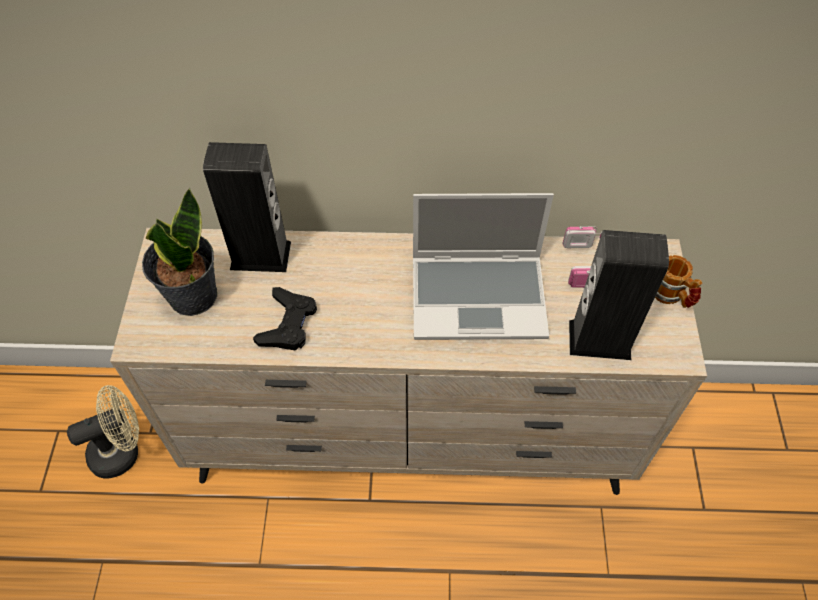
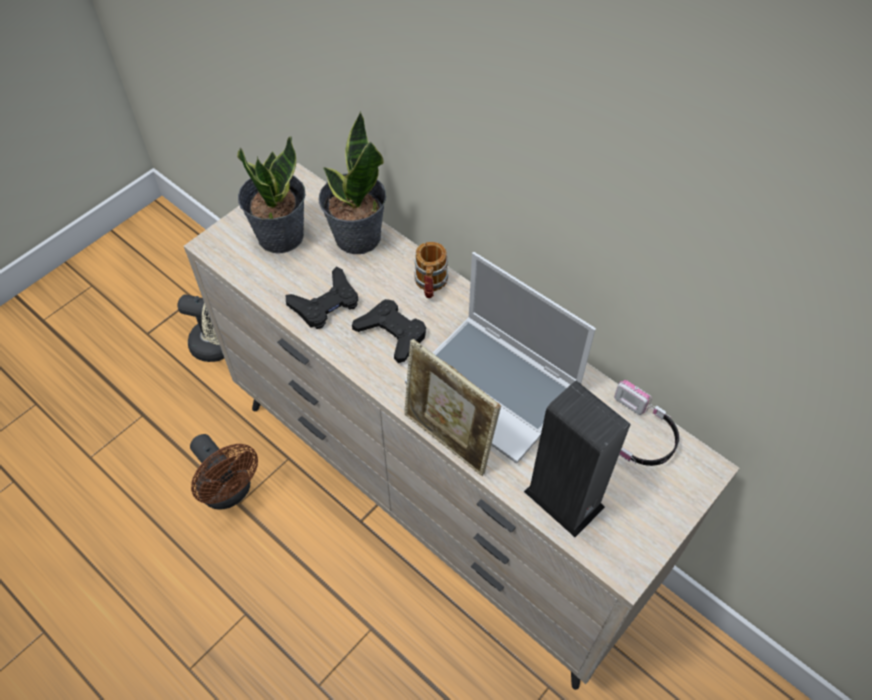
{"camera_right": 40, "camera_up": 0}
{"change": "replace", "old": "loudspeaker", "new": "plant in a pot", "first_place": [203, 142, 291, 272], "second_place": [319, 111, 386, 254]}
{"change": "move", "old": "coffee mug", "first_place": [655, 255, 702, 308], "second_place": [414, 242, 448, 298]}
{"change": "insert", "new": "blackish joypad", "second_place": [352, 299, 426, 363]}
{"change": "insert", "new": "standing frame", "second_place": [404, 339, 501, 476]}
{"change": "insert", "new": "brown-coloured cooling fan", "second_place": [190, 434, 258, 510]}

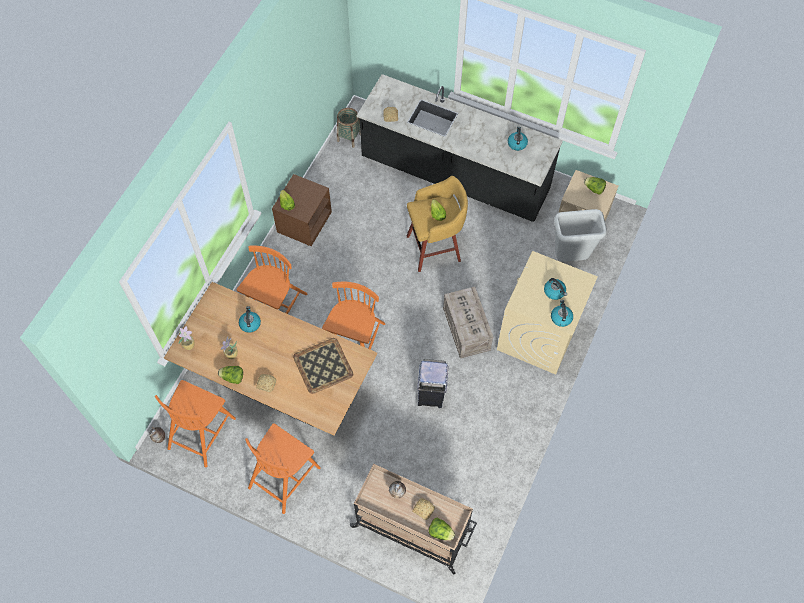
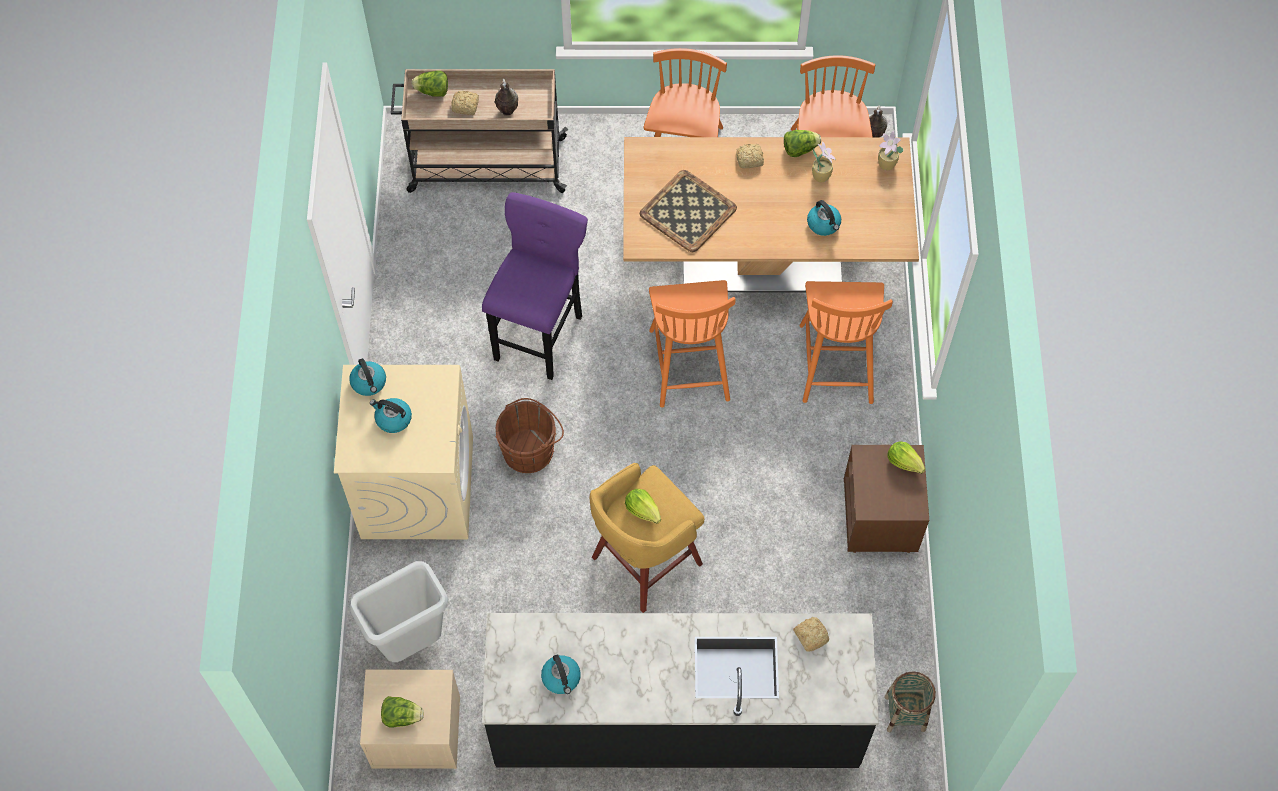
{"camera_right": 155, "camera_up": 0}
{"change": "replace", "old": "shipping crate", "new": "brown-coloured pail", "first_place": [443, 287, 493, 358], "second_place": [496, 398, 564, 473]}
{"change": "replace", "old": "whitish rubbish bin", "new": "purple stool seat", "first_place": [417, 359, 449, 408], "second_place": [482, 192, 588, 380]}

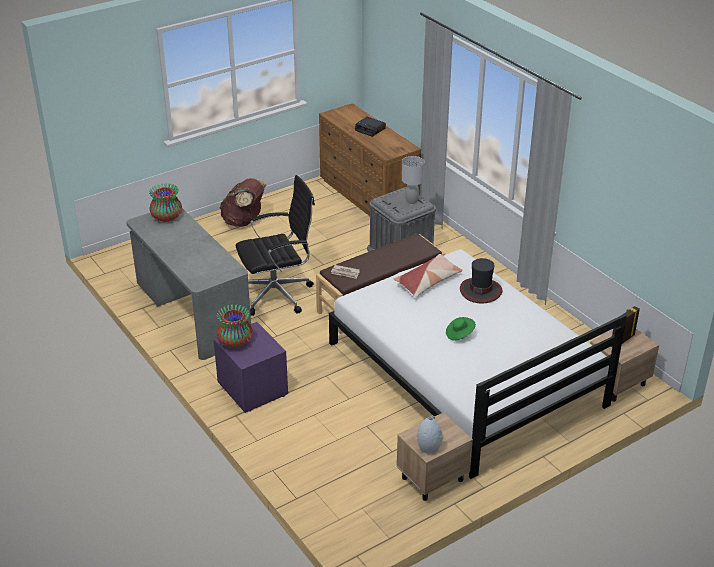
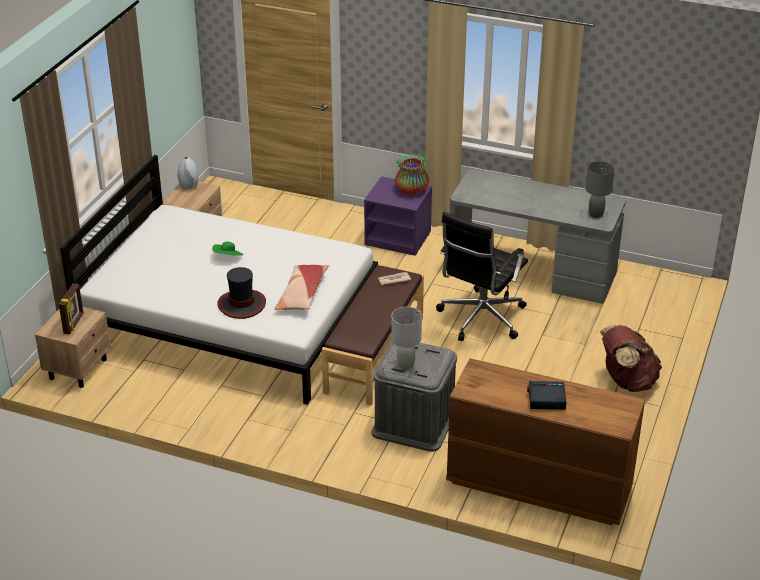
{"camera_right": 145, "camera_up": 0}
{"change": "replace", "old": "flower vase", "new": "grey table lamp", "first_place": [149, 183, 182, 222], "second_place": [586, 161, 615, 218]}

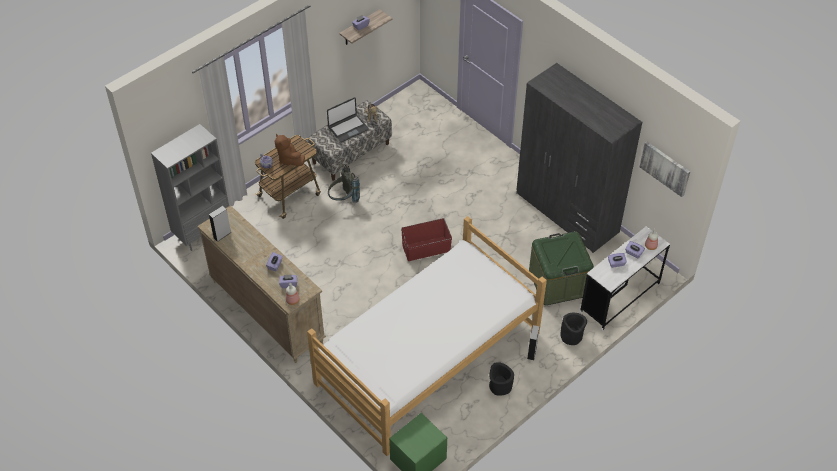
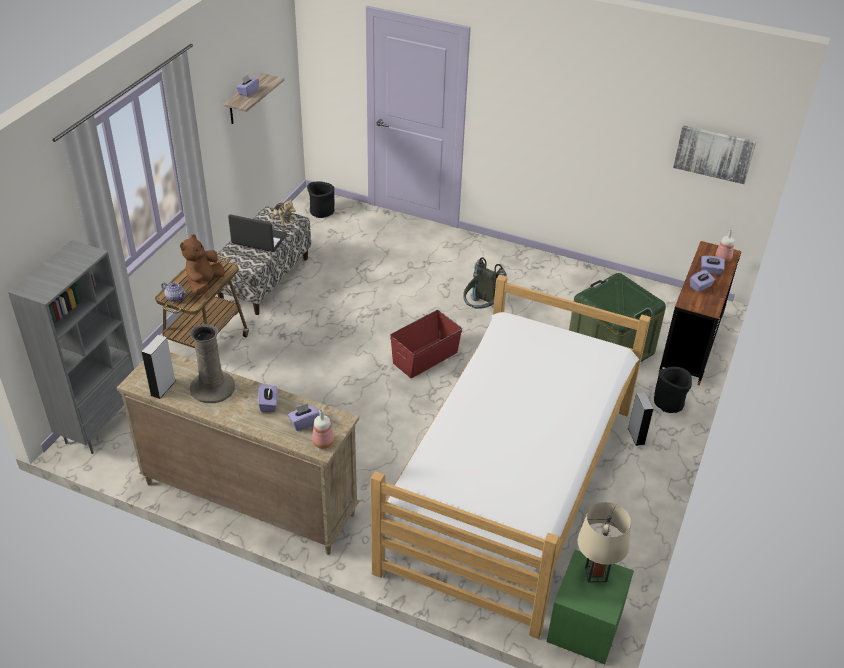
{"camera_right": -25, "camera_up": -10}
{"change": "delete", "old": "grey armoire", "first_place": [516, 63, 642, 253]}
{"change": "rotate", "old": "portable computer", "first_place": [327, 97, 369, 142], "second_place": [228, 214, 287, 252], "degrees": -105}
{"change": "rotate", "old": "brown-coloured soft toy", "first_place": [275, 134, 305, 166], "second_place": [180, 234, 225, 295], "degrees": 75}
{"change": "move", "old": "grey knapsack", "first_place": [328, 164, 360, 203], "second_place": [463, 257, 507, 309]}
{"change": "recolor", "old": "whitish desk", "new": "brown-coloured desk", "first_place": [580, 226, 670, 331], "second_place": [659, 241, 741, 385]}
{"change": "move", "old": "blackish flower pot", "first_place": [489, 362, 514, 396], "second_place": [307, 181, 334, 218]}
{"change": "insert", "new": "beige-coloured flower vase", "second_place": [190, 324, 235, 403]}
{"change": "insert", "new": "beige-coloured table lamp", "second_place": [578, 502, 631, 582]}

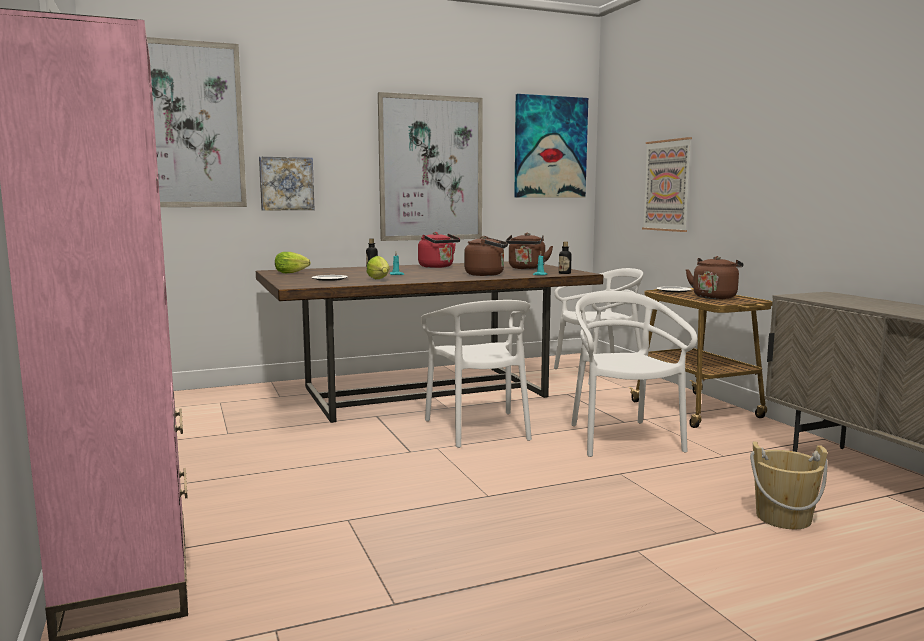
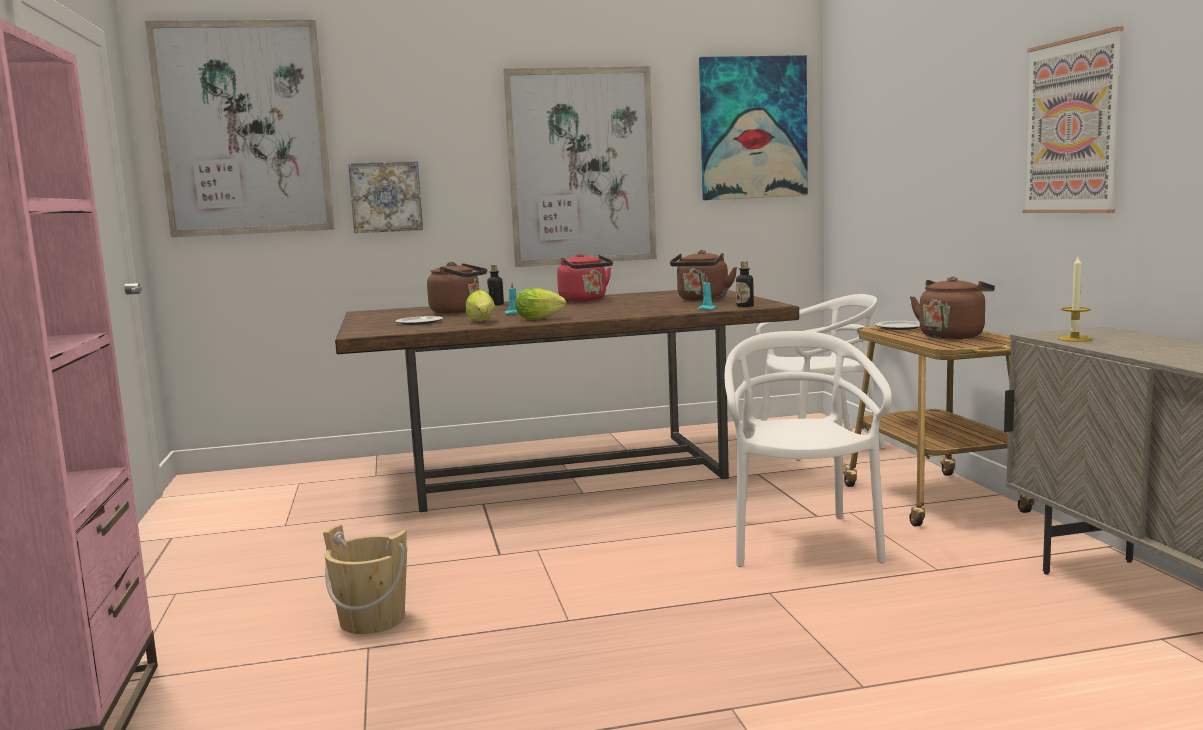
{"camera_right": 10, "camera_up": 0}
{"change": "move", "old": "wall art", "first_place": [642, 137, 692, 232], "second_place": [1023, 26, 1123, 213]}
{"change": "move", "old": "brown-coloured tea kettle", "first_place": [464, 236, 508, 276], "second_place": [427, 262, 487, 314]}
{"change": "move", "old": "lettuce head", "first_place": [275, 252, 311, 273], "second_place": [516, 288, 566, 320]}
{"change": "delete", "old": "whitish plain chair", "first_place": [421, 300, 532, 448]}
{"change": "move", "old": "beige-coloured pail", "first_place": [750, 441, 828, 529], "second_place": [323, 524, 407, 634]}
{"change": "insert", "new": "candle", "second_place": [1057, 257, 1092, 342]}

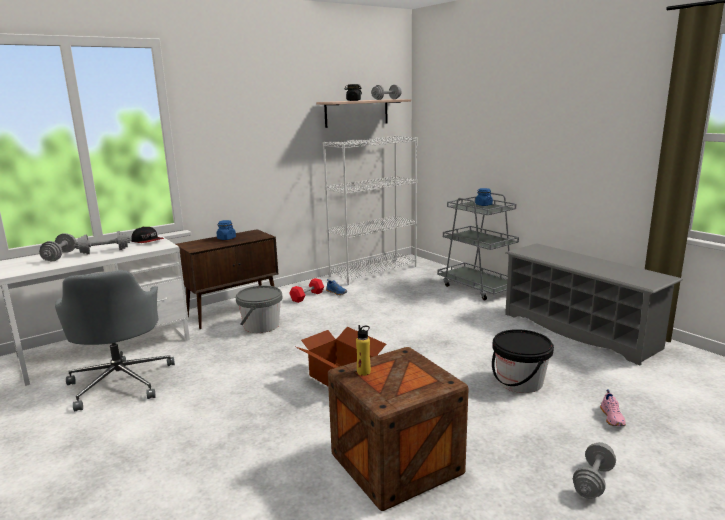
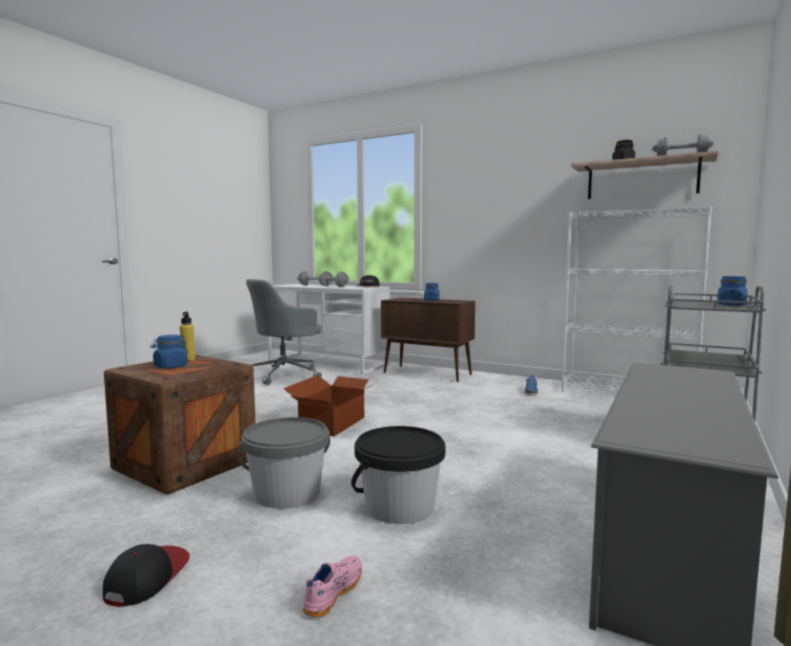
{"camera_right": 65, "camera_up": -10}
{"change": "delete", "old": "reddish hand weight", "first_place": [289, 278, 324, 303]}
{"change": "move", "old": "grey pail", "first_place": [236, 286, 283, 333], "second_place": [237, 417, 330, 508]}
{"change": "rotate", "old": "pinkish shoe", "first_place": [600, 390, 626, 426], "second_place": [303, 556, 362, 617], "degrees": 135}
{"change": "replace", "old": "grey hand weight", "new": "cap", "first_place": [573, 442, 616, 499], "second_place": [103, 544, 190, 607]}
{"change": "insert", "new": "blue-coloured storage jar", "second_place": [150, 335, 188, 369]}

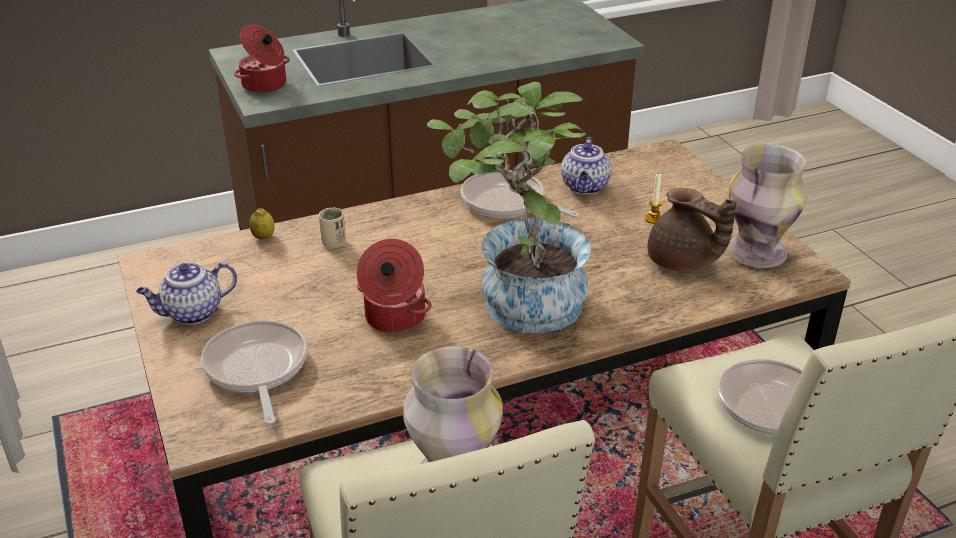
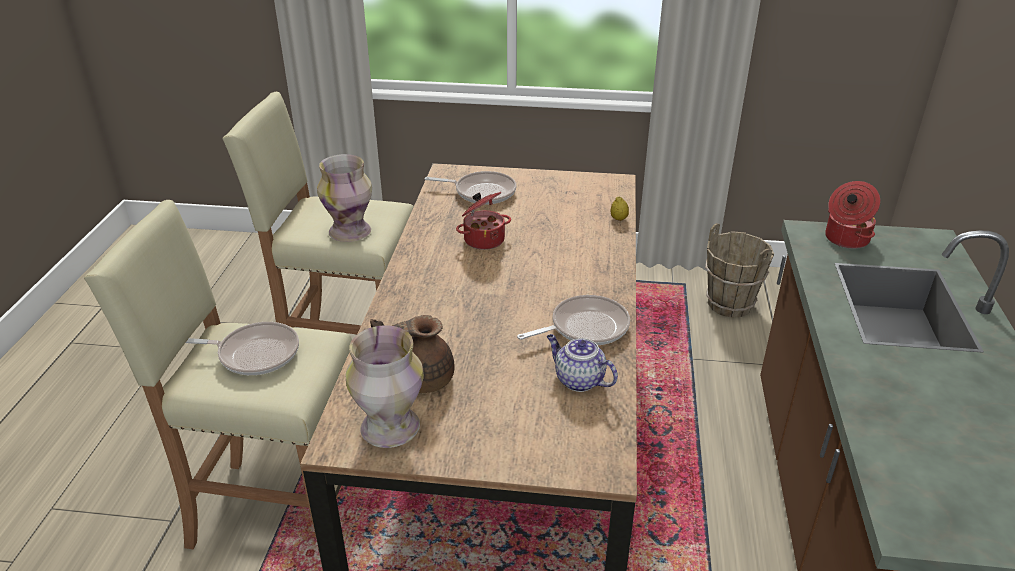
{"camera_right": 120, "camera_up": 0}
{"change": "delete", "old": "plant in a pot", "first_place": [427, 82, 591, 333]}
{"change": "delete", "old": "candle", "first_place": [645, 174, 662, 224]}
{"change": "delete", "old": "beige-coloured small cup", "first_place": [319, 208, 346, 248]}
{"change": "delete", "old": "teapot", "first_place": [136, 262, 237, 324]}
{"change": "insert", "new": "brown-coloured pail", "second_place": [705, 223, 774, 318]}

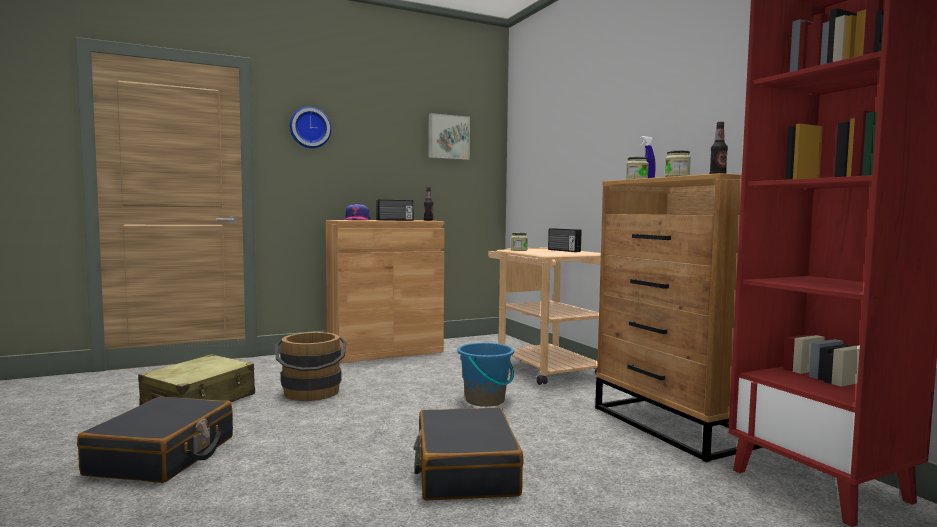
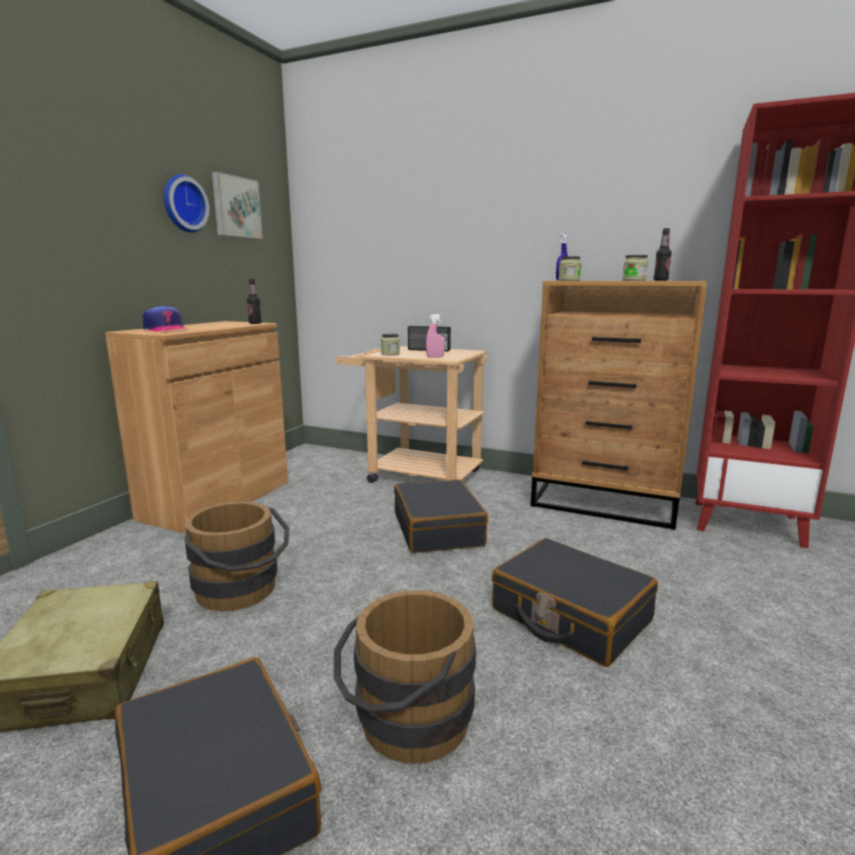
{"camera_right": -40, "camera_up": 10}
{"change": "move", "old": "clock on the wall", "first_place": [290, 107, 331, 148], "second_place": [164, 174, 209, 233]}
{"change": "delete", "old": "radio", "first_place": [376, 200, 413, 221]}
{"change": "replace", "old": "blue-coloured pail", "new": "blackish suitcase", "first_place": [457, 343, 514, 407], "second_place": [394, 479, 488, 553]}
{"change": "insert", "new": "pinkish hand sprayer", "second_place": [426, 314, 445, 358]}
{"change": "insert", "new": "brown-coloured pail", "second_place": [334, 590, 476, 764]}

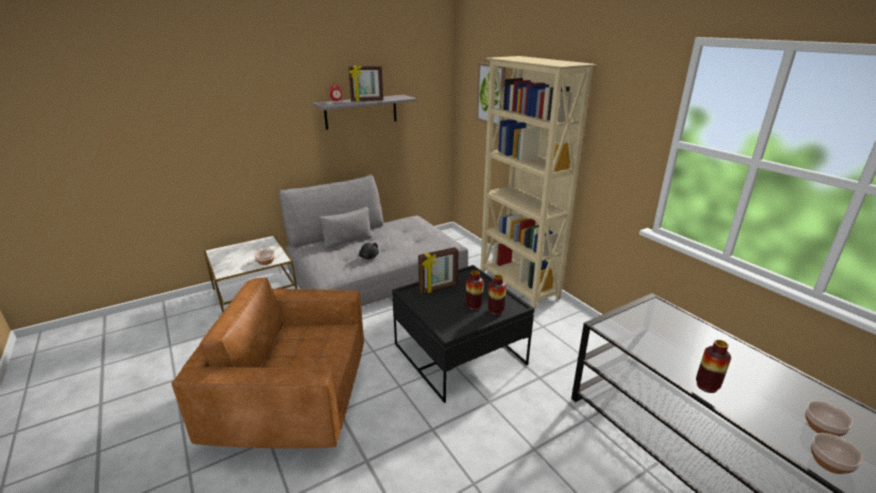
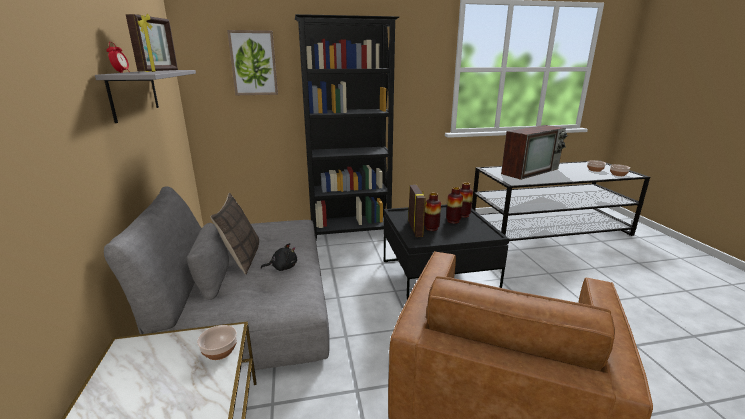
{"camera_right": -70, "camera_up": -5}
{"change": "recolor", "old": "beige-coloured bookcase", "new": "blackish bookcase", "first_place": [480, 56, 596, 309], "second_place": [295, 14, 399, 240]}
{"change": "move", "old": "flower vase", "first_place": [696, 340, 731, 393], "second_place": [424, 193, 441, 231]}
{"change": "insert", "new": "television", "second_place": [501, 125, 568, 180]}
{"change": "insert", "new": "throw pillow", "second_place": [210, 193, 259, 275]}

